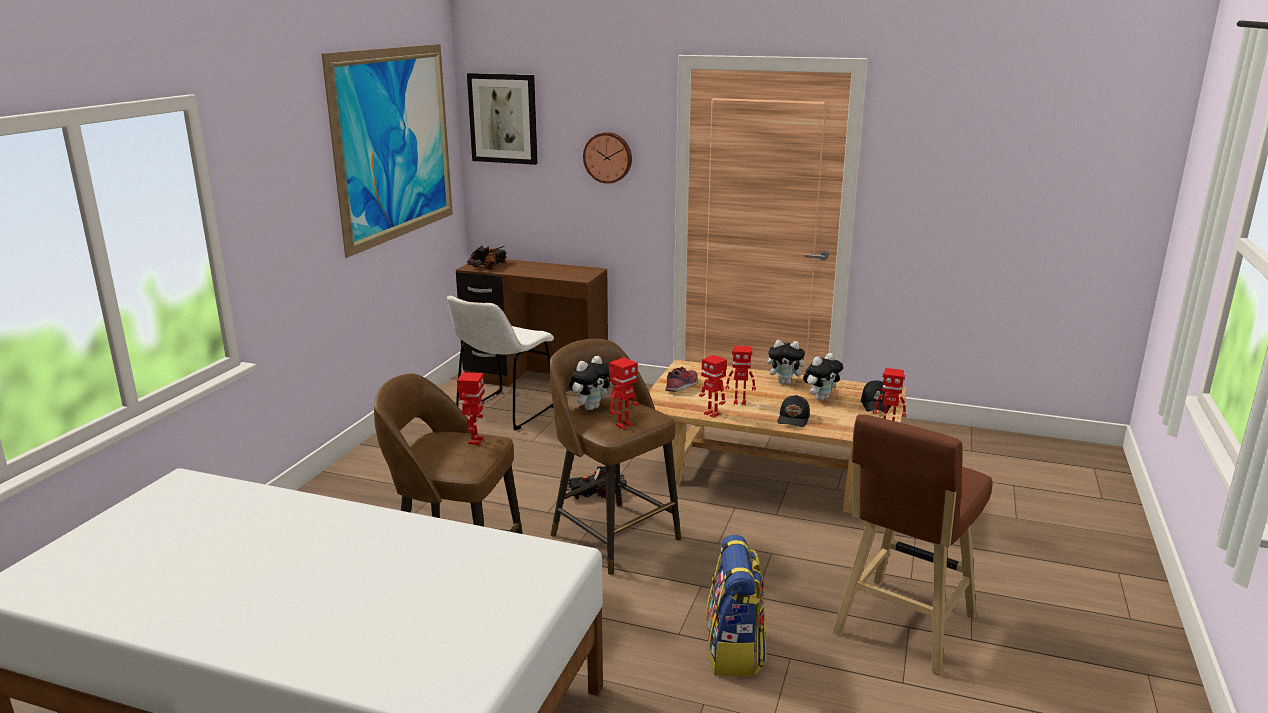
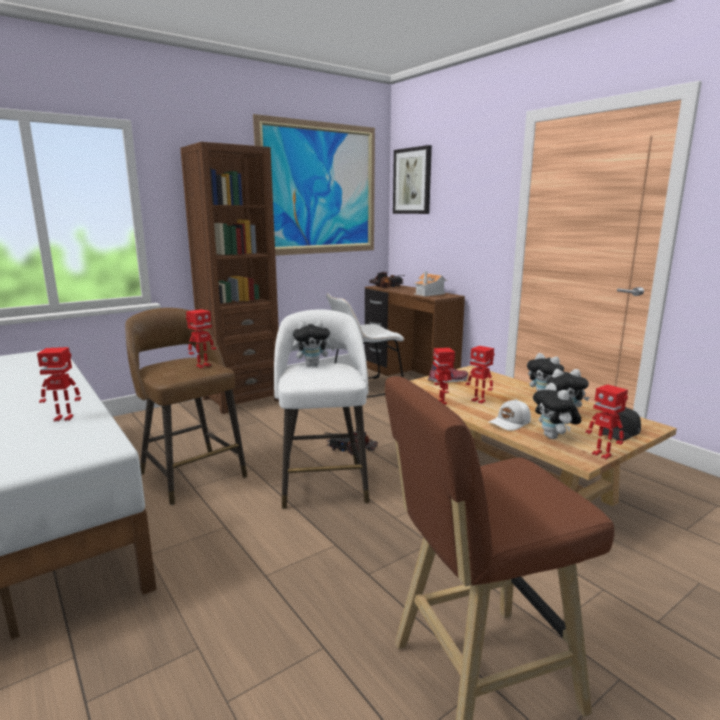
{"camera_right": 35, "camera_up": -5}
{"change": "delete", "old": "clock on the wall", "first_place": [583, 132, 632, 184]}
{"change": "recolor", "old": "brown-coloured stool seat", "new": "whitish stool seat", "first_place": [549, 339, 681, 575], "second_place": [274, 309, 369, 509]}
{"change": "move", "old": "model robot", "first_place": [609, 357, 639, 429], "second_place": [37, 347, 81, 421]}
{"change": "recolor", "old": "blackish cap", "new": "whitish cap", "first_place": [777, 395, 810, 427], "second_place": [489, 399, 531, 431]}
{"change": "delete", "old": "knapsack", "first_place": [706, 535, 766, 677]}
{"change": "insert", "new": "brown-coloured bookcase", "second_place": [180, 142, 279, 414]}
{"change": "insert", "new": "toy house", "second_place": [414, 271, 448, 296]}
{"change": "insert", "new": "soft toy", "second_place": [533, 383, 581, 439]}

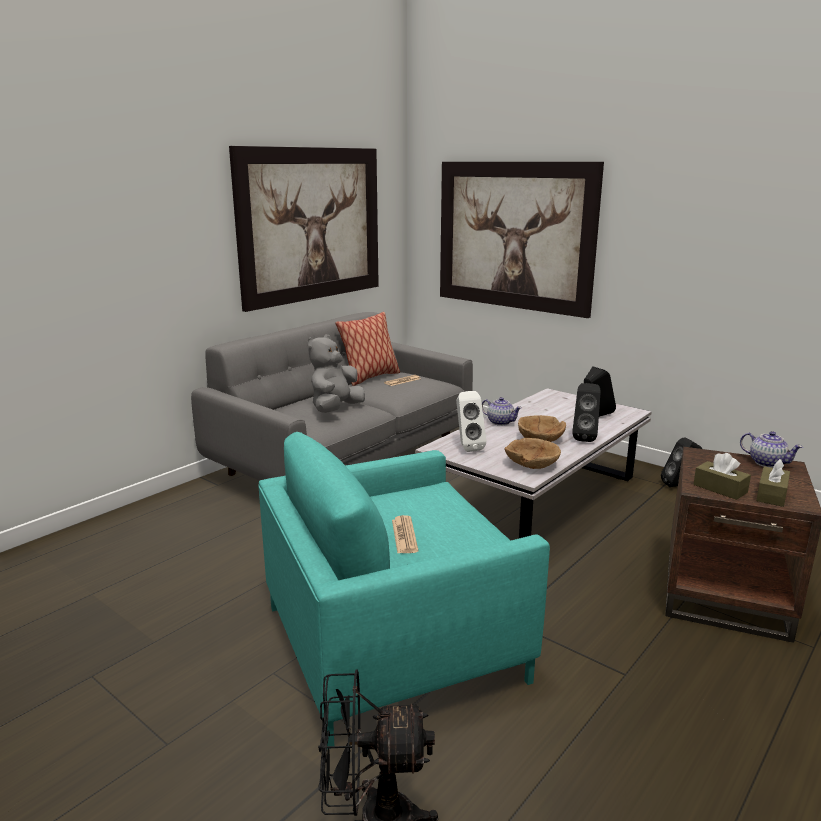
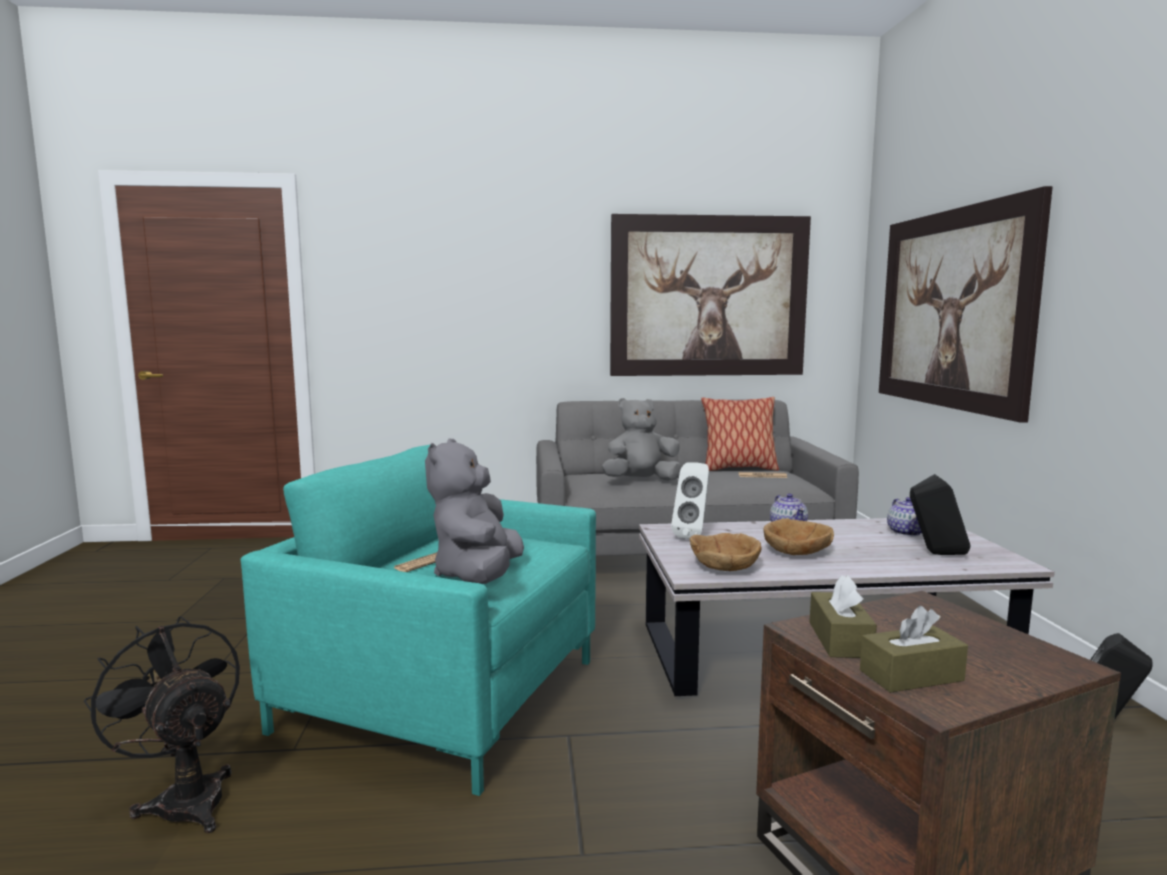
{"camera_right": 45, "camera_up": -10}
{"change": "delete", "old": "blackish loudspeaker", "first_place": [572, 383, 601, 442]}
{"change": "move", "old": "teapot", "first_place": [740, 431, 803, 468], "second_place": [887, 497, 922, 536]}
{"change": "insert", "new": "grey soft toy", "second_place": [425, 439, 524, 584]}

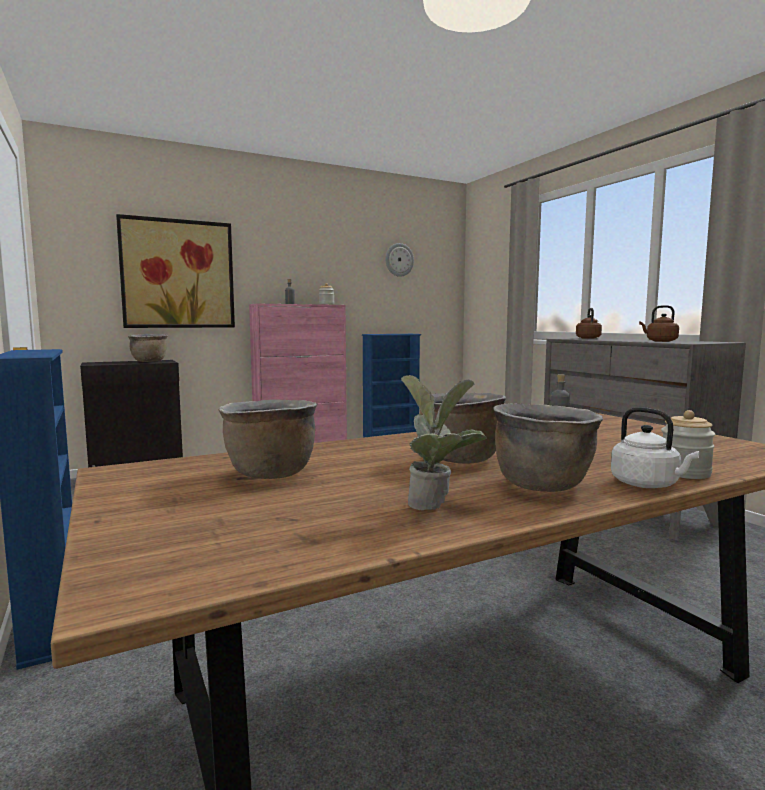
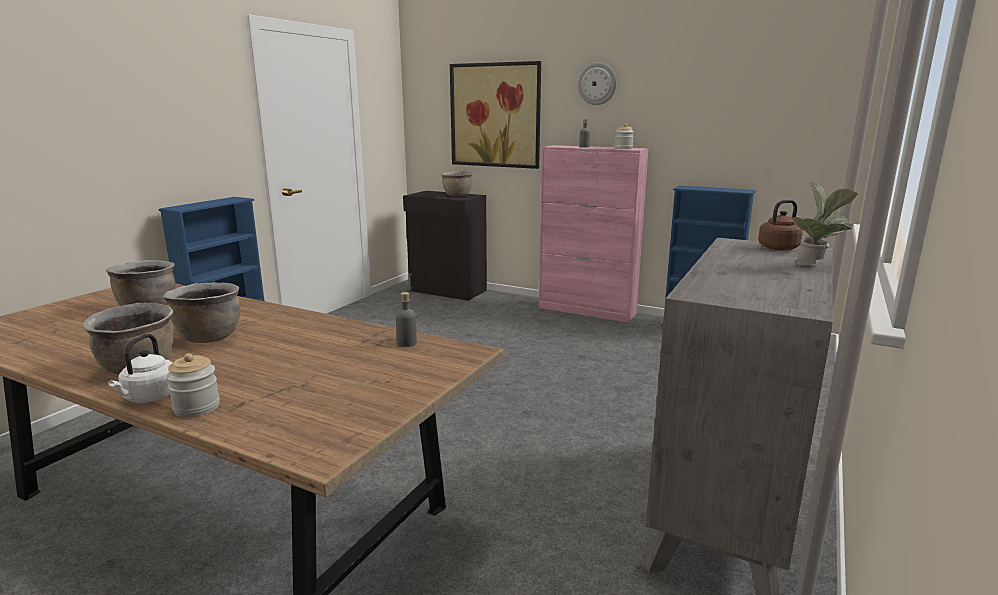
{"camera_right": 55, "camera_up": 10}
{"change": "move", "old": "clock on the wall", "first_place": [385, 243, 414, 277], "second_place": [578, 62, 616, 105]}
{"change": "delete", "old": "brown-coloured tea kettle", "first_place": [639, 305, 679, 342]}
{"change": "move", "old": "plant in a pot", "first_place": [401, 375, 488, 511], "second_place": [792, 182, 858, 266]}

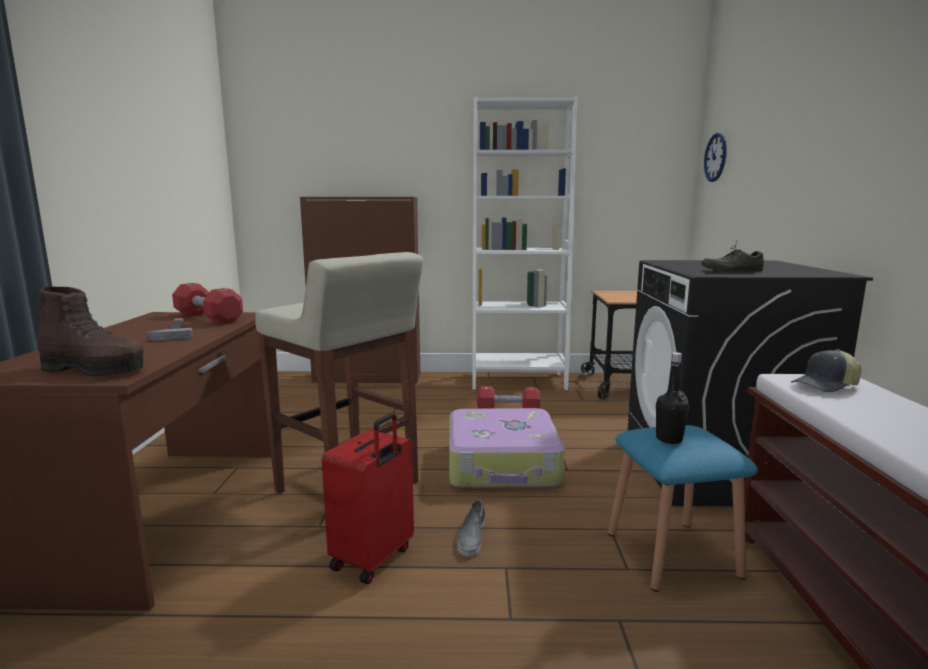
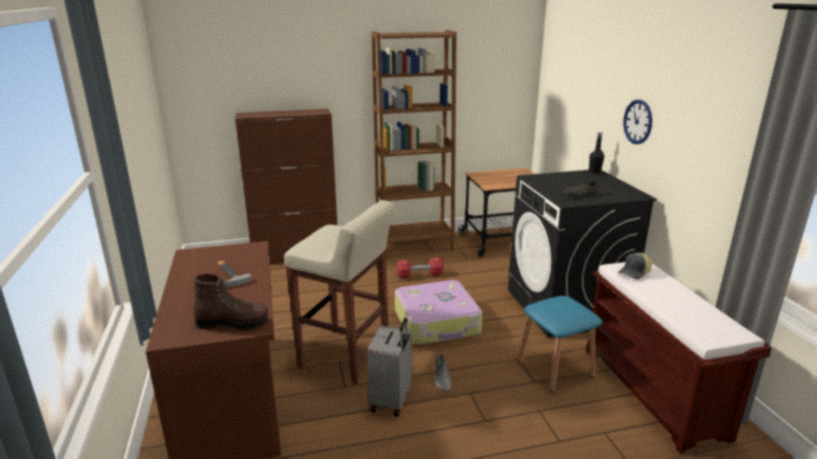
{"camera_right": -15, "camera_up": 10}
{"change": "recolor", "old": "whitish bookcase", "new": "brown-coloured bookcase", "first_place": [472, 96, 577, 390], "second_place": [371, 30, 456, 258]}
{"change": "move", "old": "clock on the wall", "first_place": [704, 133, 727, 182], "second_place": [623, 100, 652, 144]}
{"change": "delete", "old": "reddish hand weight", "first_place": [172, 283, 243, 324]}
{"change": "move", "old": "blackish drink bottle", "first_place": [656, 352, 689, 444], "second_place": [589, 132, 604, 174]}
{"change": "recolor", "old": "reddish suitcase", "new": "grey suitcase", "first_place": [322, 413, 414, 584], "second_place": [367, 318, 412, 417]}

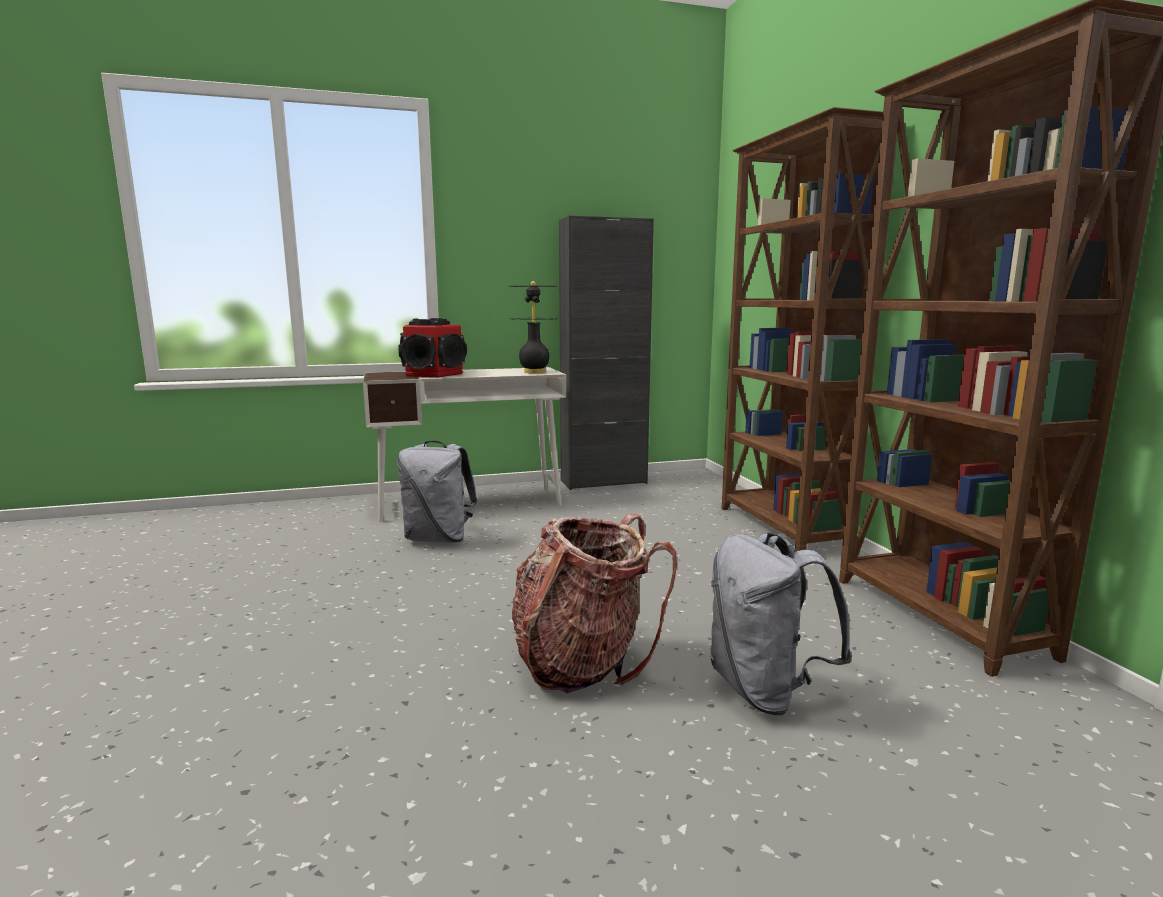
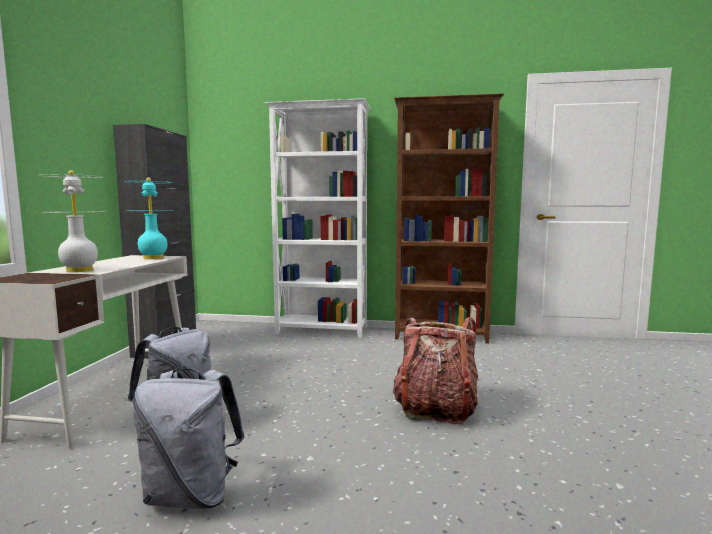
{"camera_right": -65, "camera_up": -5}
{"change": "recolor", "old": "brown-coloured bookcase", "new": "whitish bookcase", "first_place": [721, 107, 904, 552], "second_place": [265, 98, 370, 338]}
{"change": "recolor", "old": "blackish table lamp", "new": "turquoise table lamp", "first_place": [509, 281, 558, 373], "second_place": [124, 177, 174, 259]}
{"change": "replace", "old": "loudspeaker", "new": "whitish table lamp", "first_place": [399, 318, 467, 377], "second_place": [38, 170, 105, 272]}
{"change": "move", "old": "grey knapsack", "first_place": [710, 533, 852, 715], "second_place": [133, 368, 244, 509]}

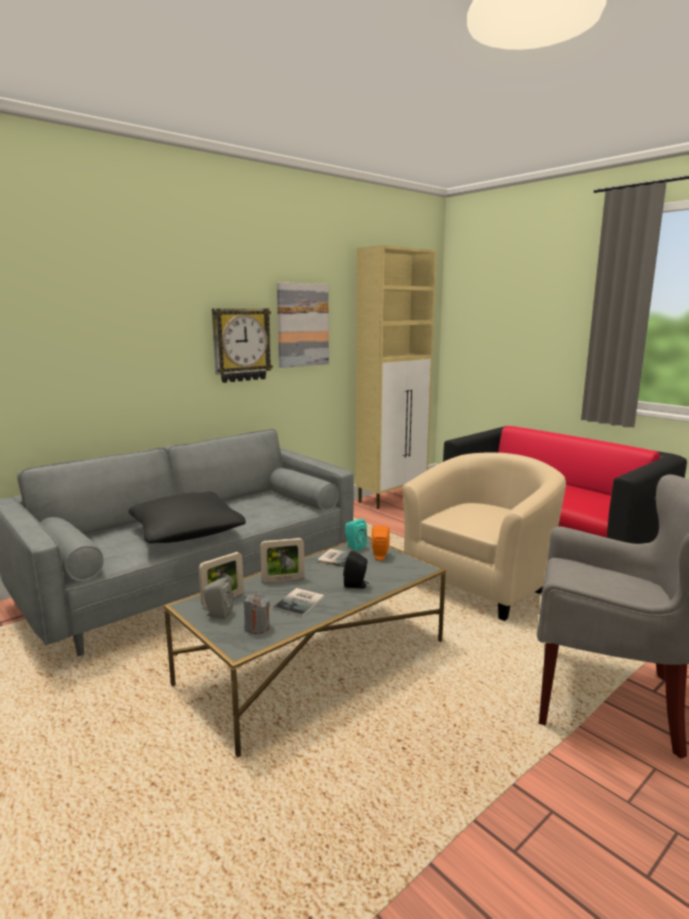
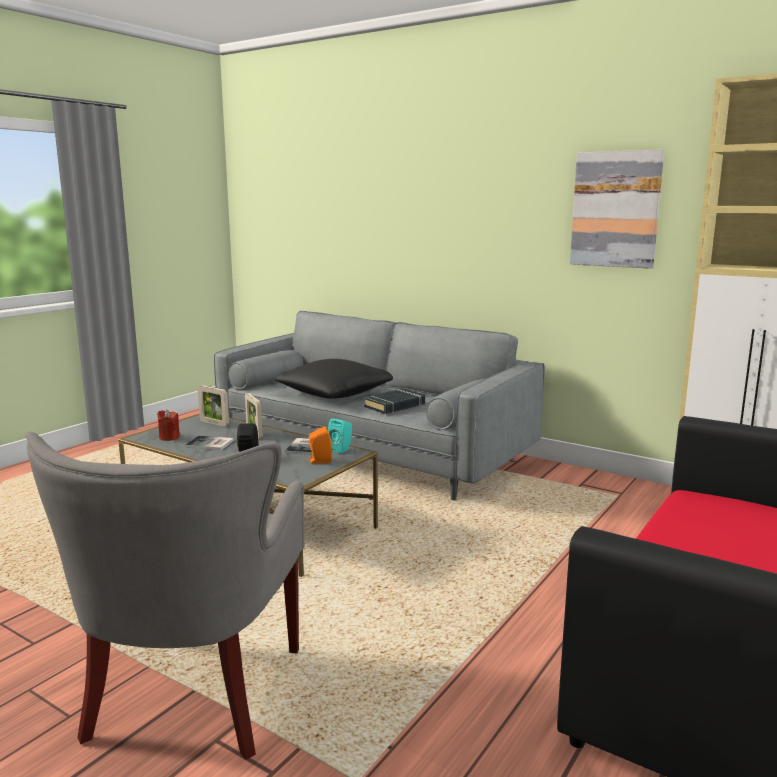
{"camera_right": 75, "camera_up": 0}
{"change": "delete", "old": "clock on the wall", "first_place": [212, 308, 273, 383]}
{"change": "delete", "old": "beige-coloured armchair", "first_place": [402, 452, 566, 621]}
{"change": "delete", "old": "grey loudspeaker", "first_place": [203, 577, 233, 619]}
{"change": "recolor", "old": "grey candle", "new": "reddish candle", "first_place": [244, 593, 270, 634], "second_place": [157, 410, 180, 441]}
{"change": "insert", "new": "blackish book", "second_place": [364, 388, 425, 414]}

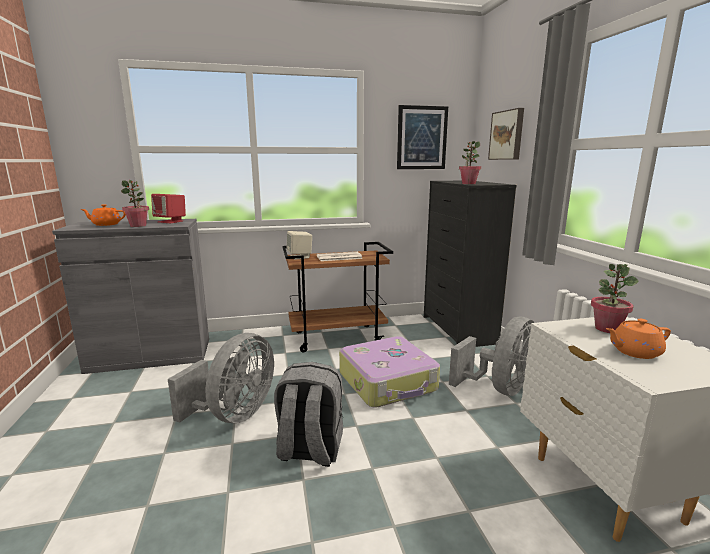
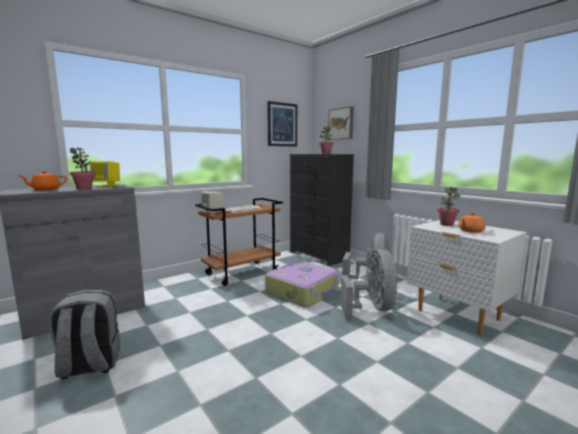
{"camera_right": -25, "camera_up": -5}
{"change": "recolor", "old": "reddish loudspeaker", "new": "yellow-coloured loudspeaker", "first_place": [151, 194, 186, 223], "second_place": [90, 161, 120, 187]}
{"change": "move", "old": "grey cooling fan", "first_place": [168, 333, 274, 423], "second_place": [340, 249, 398, 320]}
{"change": "move", "old": "grey knapsack", "first_place": [274, 362, 343, 467], "second_place": [49, 290, 120, 379]}

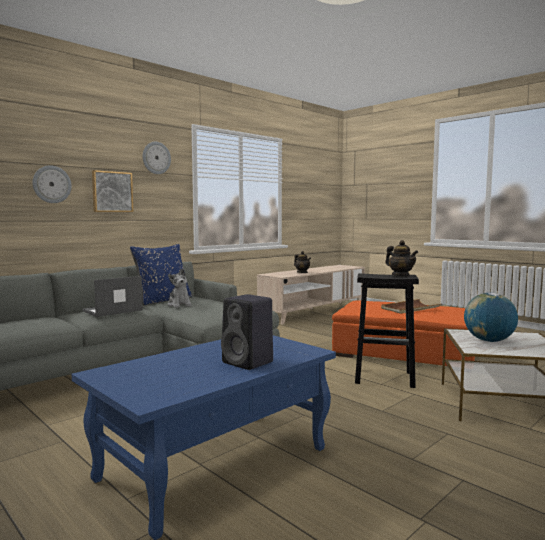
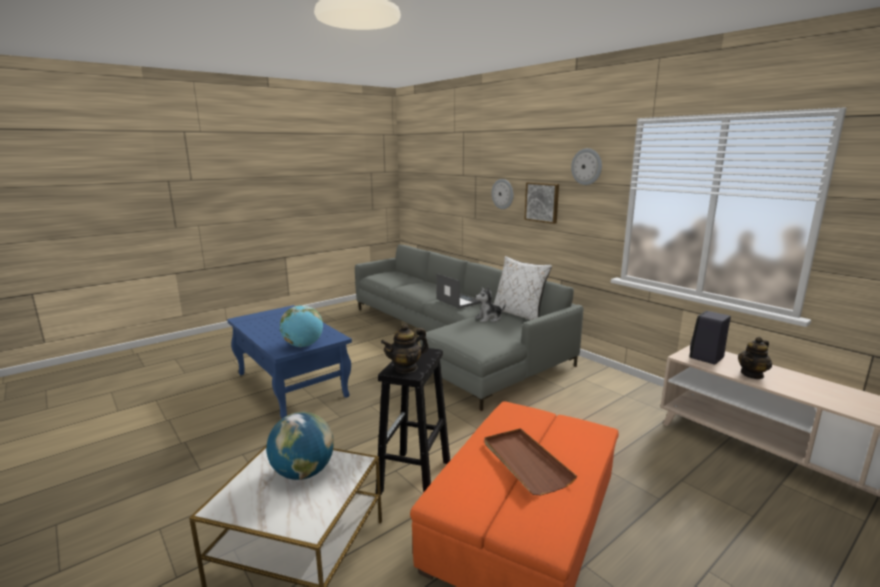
{"camera_right": 95, "camera_up": 10}
{"change": "recolor", "old": "blue-coloured throw pillow", "new": "whitish throw pillow", "first_place": [130, 244, 192, 306], "second_place": [493, 256, 552, 320]}
{"change": "move", "old": "blackish loudspeaker", "first_place": [221, 294, 273, 370], "second_place": [690, 311, 731, 364]}
{"change": "insert", "new": "world globe", "second_place": [280, 305, 323, 347]}

